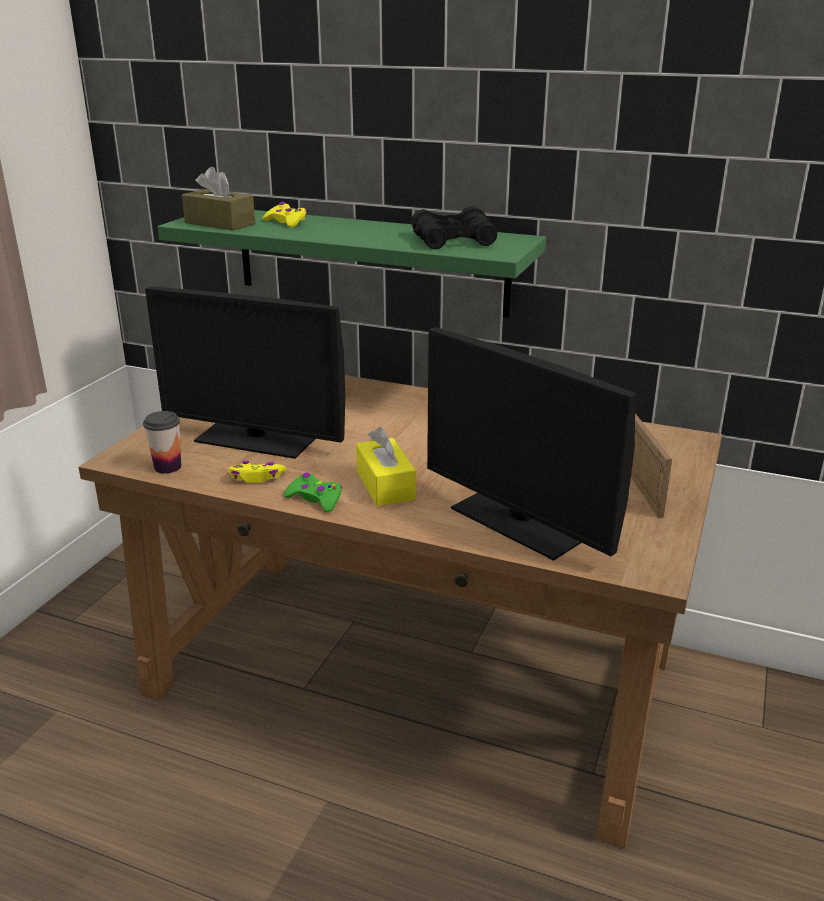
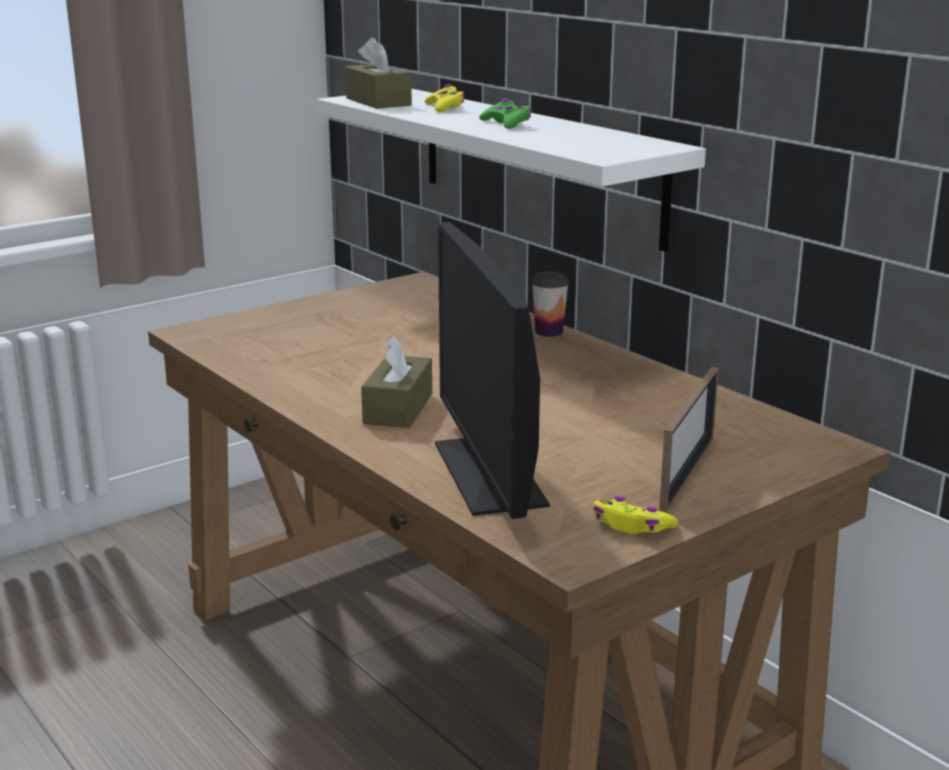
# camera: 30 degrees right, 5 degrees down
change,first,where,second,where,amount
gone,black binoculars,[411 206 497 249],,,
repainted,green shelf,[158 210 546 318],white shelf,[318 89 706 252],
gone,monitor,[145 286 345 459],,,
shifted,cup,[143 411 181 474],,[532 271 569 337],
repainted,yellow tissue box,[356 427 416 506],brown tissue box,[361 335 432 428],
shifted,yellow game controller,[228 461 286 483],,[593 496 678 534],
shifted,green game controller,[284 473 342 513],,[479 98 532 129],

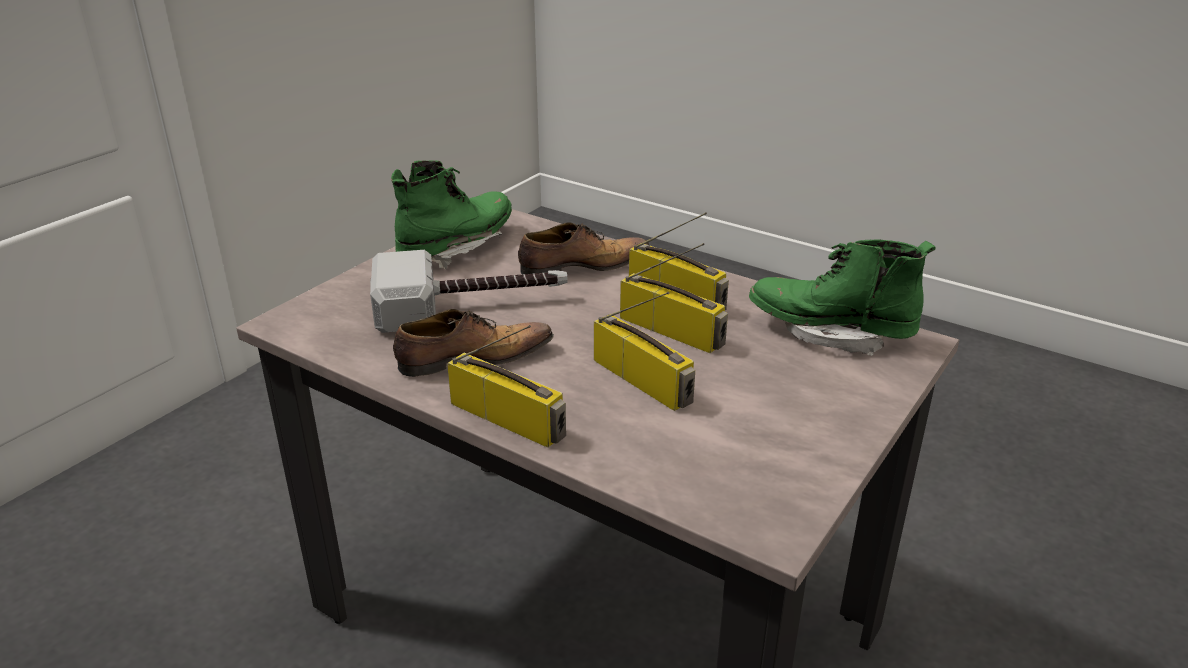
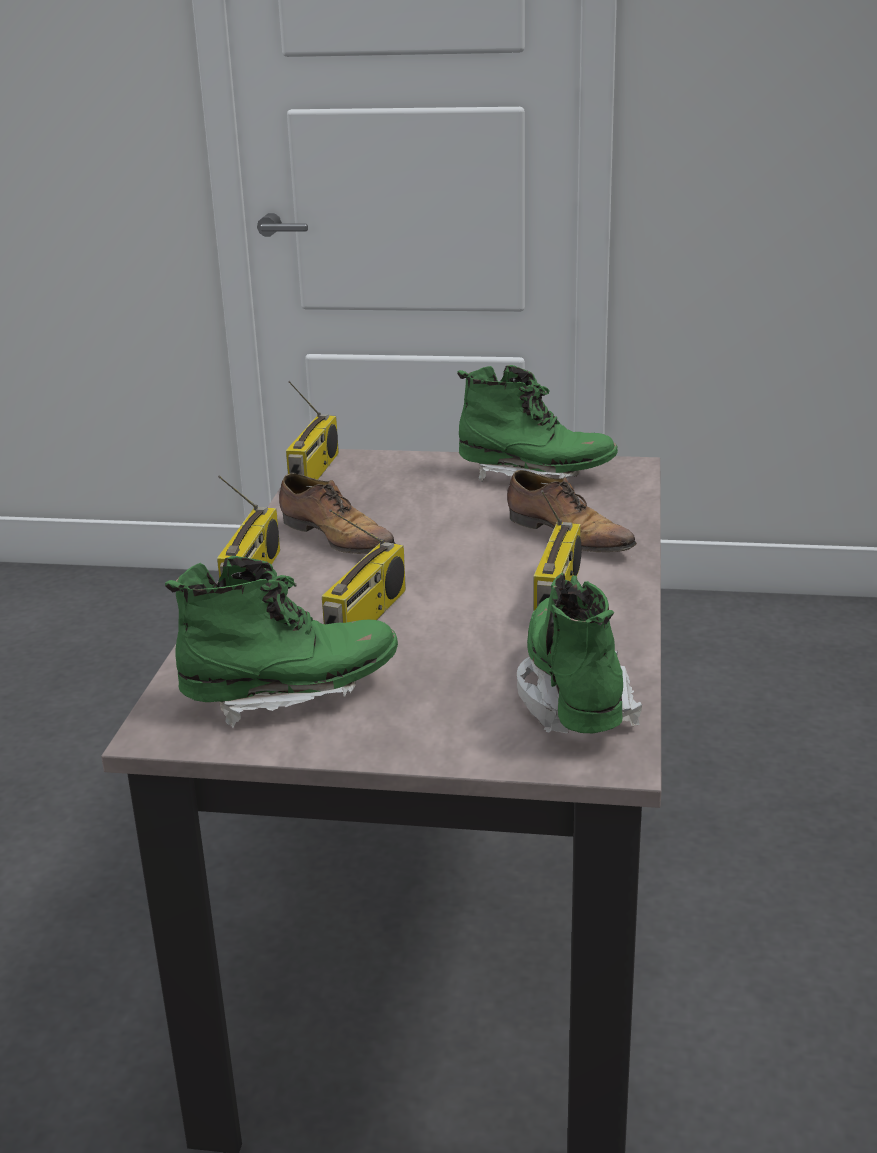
# camera: 65 degrees right, 5 degrees down
change,first,where,second,where,amount
shifted,radio,[620 243 728 353],,[286 381 339 480],
gone,hammer,[370 250 568 333],,,
new,,,green boot,[165 556 398 728],

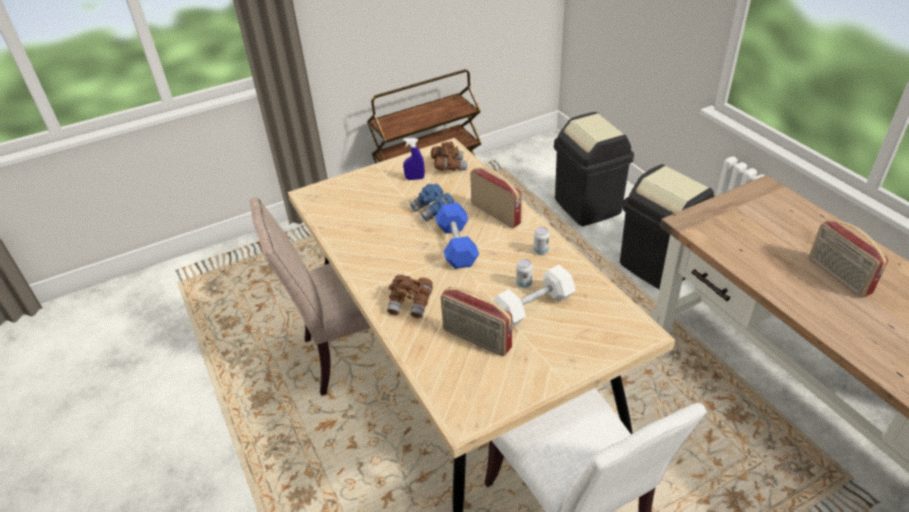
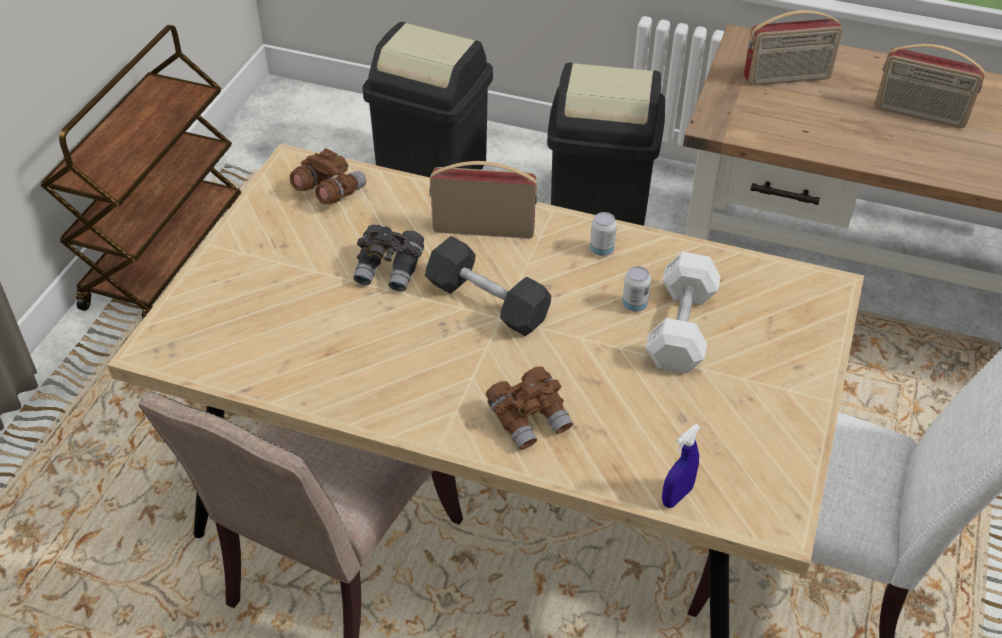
# camera: 45 degrees left, 5 degrees up
change,first,where,second,where,amount
shifted,blue spray bottle,[403 138 425 180],,[662 424 700 508],
repainted,blue binoculars,[410 184 454 222],grey binoculars,[353 225 424 291],
repainted,blue dumbbell,[435 202 479 269],grey dumbbell,[425 236 551 336],
shifted,radio,[441 287 512 356],,[744 10 843 86],

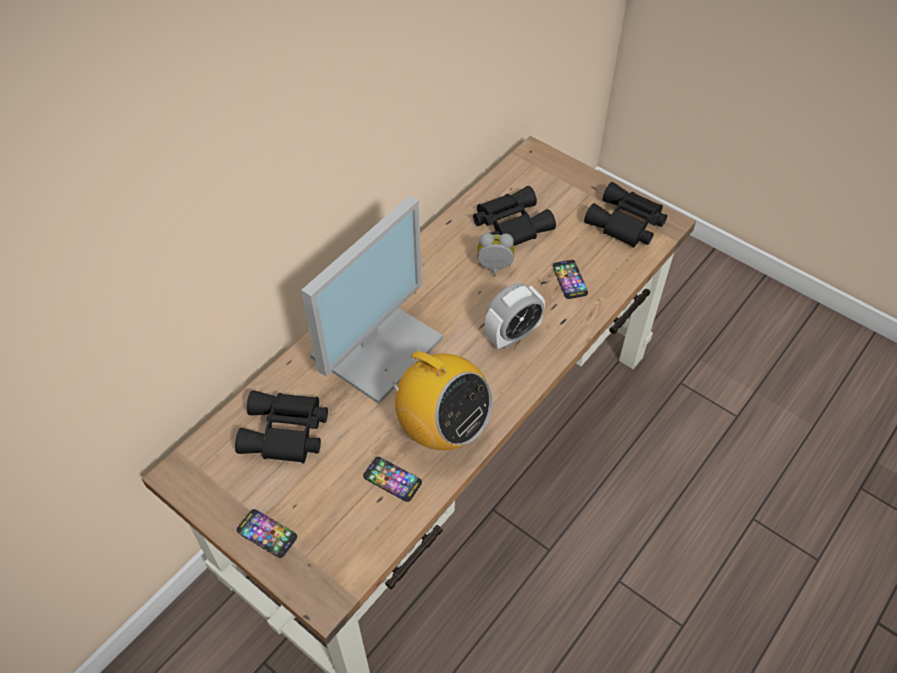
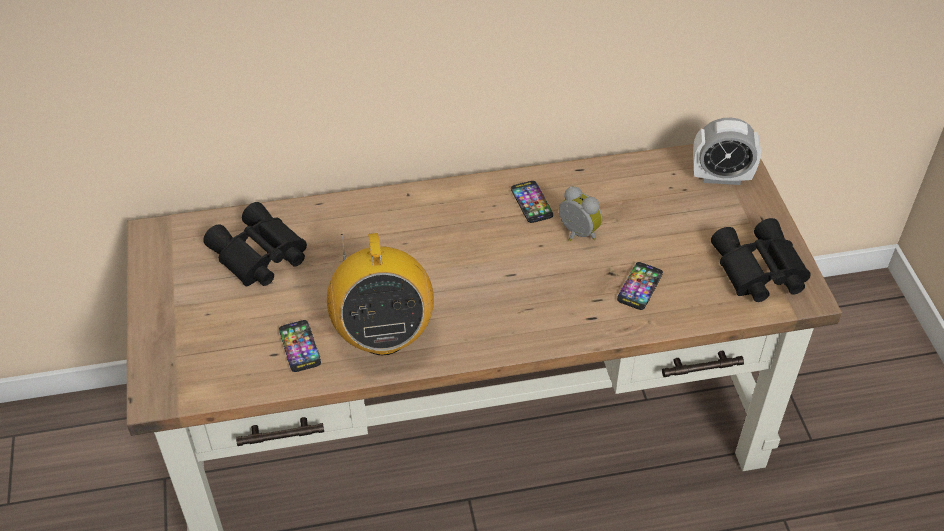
# camera: 40 degrees right, 5 degrees down
change,first,where,second,where,amount
gone,black binoculars,[473 186 556 246],,,
gone,monitor,[301 195 443 404],,,
shifted,alarm clock,[485 283 545 349],,[693 118 761 185],
shifted,phone,[237 509 297 558],,[511 181 553 223],

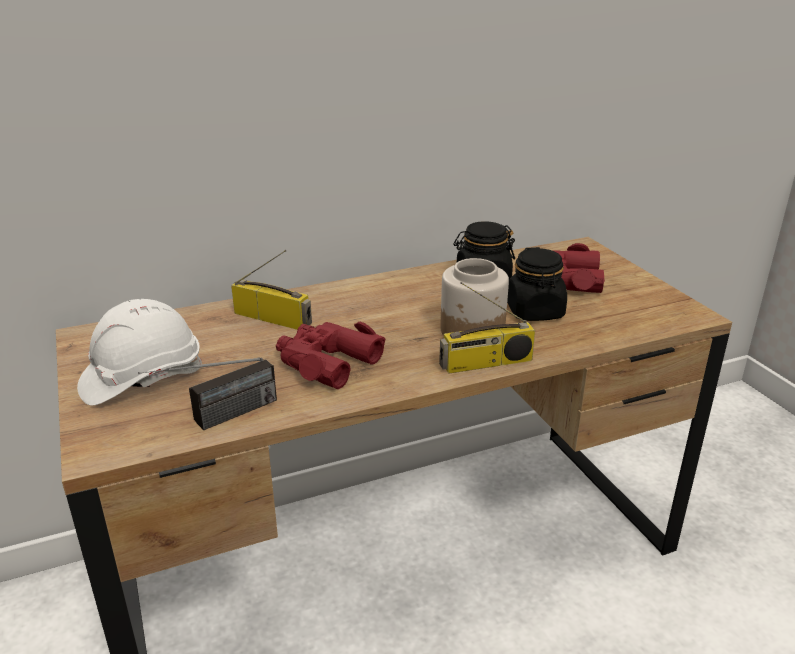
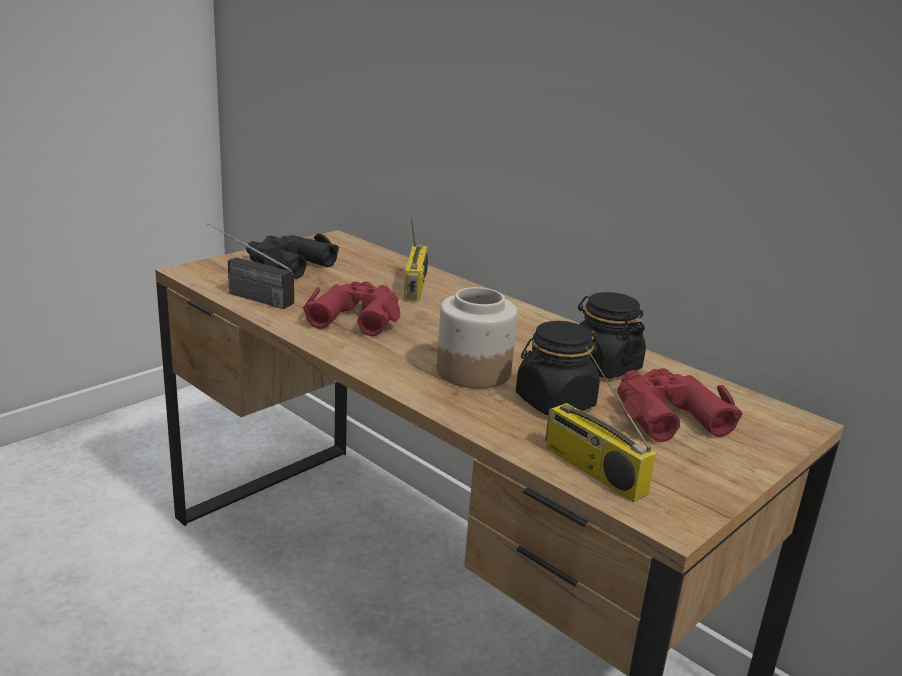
# camera: 65 degrees right, 5 degrees down
change,first,where,second,where,amount
shifted,radio,[439 282 535 374],,[545 347 656 502],
swapped,white hard hat,[77 299 202 406],black binoculars,[246 233 339 279],

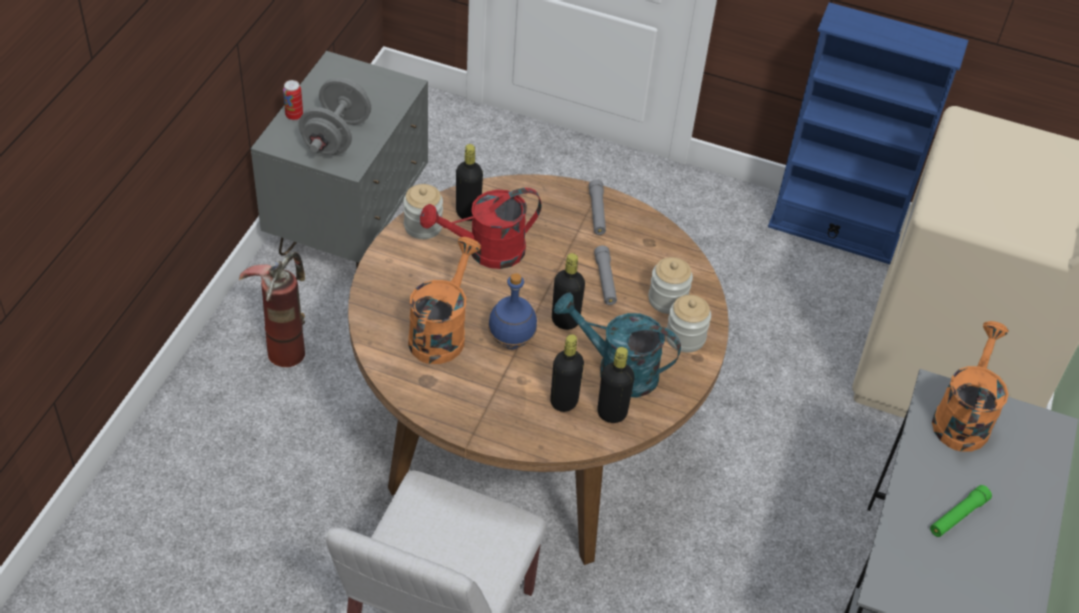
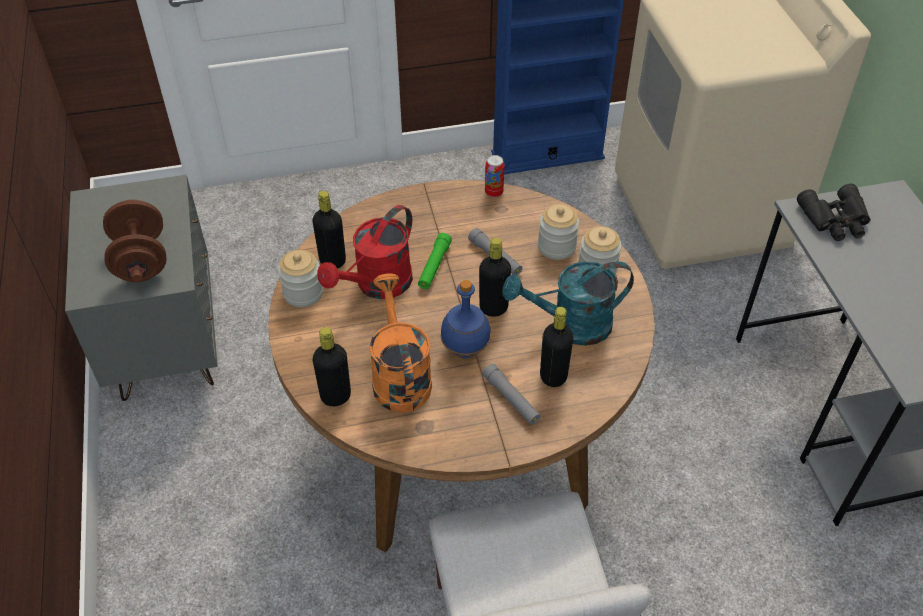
# camera: 30 degrees left, 0 degrees up
change,first,where,second,where,amount
repainted,grey dumbbell,[298 78 371 155],brown dumbbell,[103 200 167 282],
shifted,can,[283 80 303 121],,[485 155 505 198],
shifted,grey flashlight,[589 179 606 235],,[482 364 541 425],
gone,fire extinguisher,[239 252 305 367],,,
swapped,orange watering can,[932 321 1009 452],black binoculars,[797 184 871 241],
shifted,black bottle,[597 347 635 423],,[313 327 351 406],
shifted,green flashlight,[930 485 992 537],,[418 233 452 289],

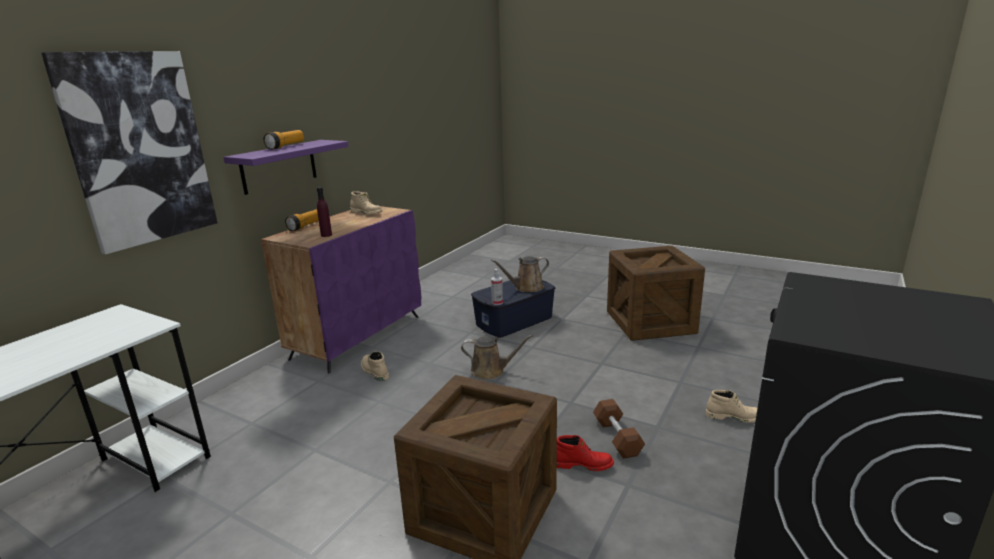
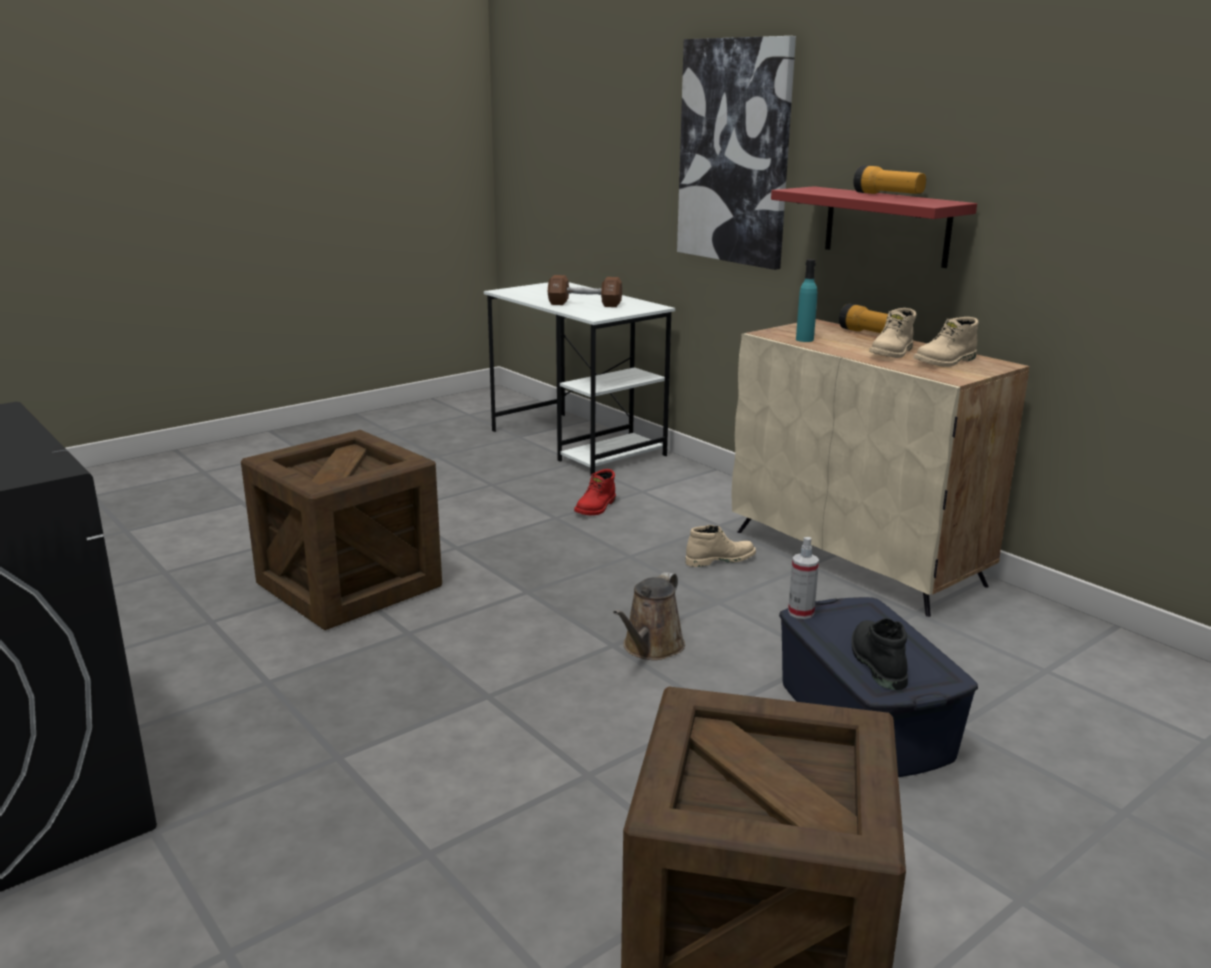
# camera: 110 degrees right, 0 degrees up
change,first,where,second,where,amount
repainted,purple shelf,[223 140 349 195],red shelf,[771 186 977 268],
repainted,purple bottle,[317 187 332 237],turquoise bottle,[796 259 817 342],
repainted,purple cabinet,[261 206 421 373],beige cabinet,[731 319 1030 617],
swapped,brown watering can,[491 256 549 292],black boot,[851 618 908 690],
shifted,beige boot,[706 390 757 423],,[869 308 917 358],
shifted,brown dumbbell,[593 399 645 459],,[547 275 622 307],
shifted,red boot,[557 435 614 471],,[574 469 616 515],

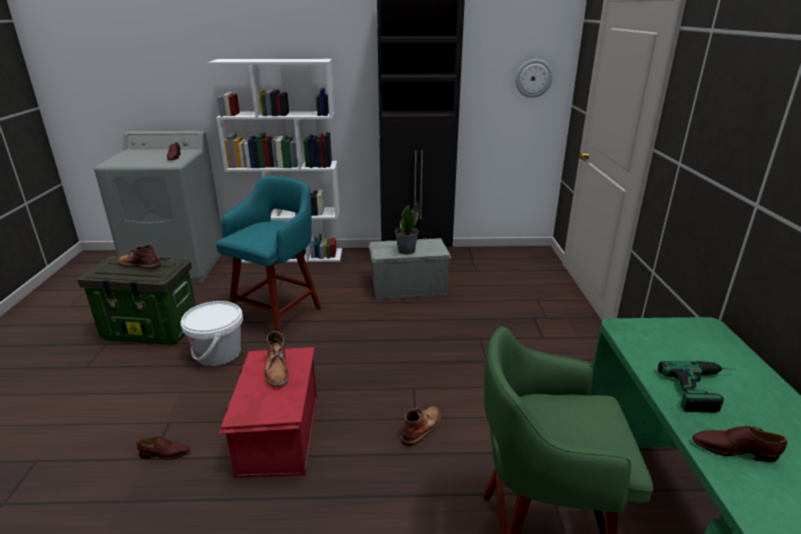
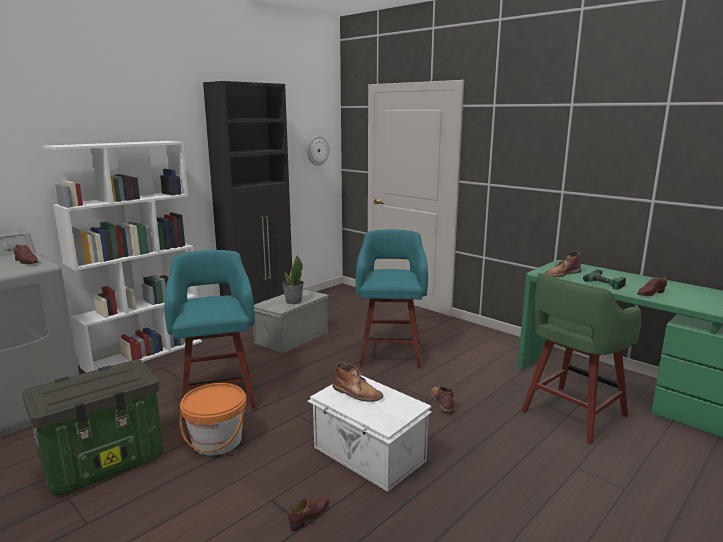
# camera: 45 degrees left, 10 degrees down
change,first,where,second,where,amount
shifted,brown boot,[118 245 161 270],,[545 251 581 277],
repainted,white bucket,[181 301 243 366],orange bucket,[179 383 247 456],
repainted,red storage box,[219 347 317 478],white storage box,[307 375 432 492],
new,,,turquoise stool,[356 229 428 369],

